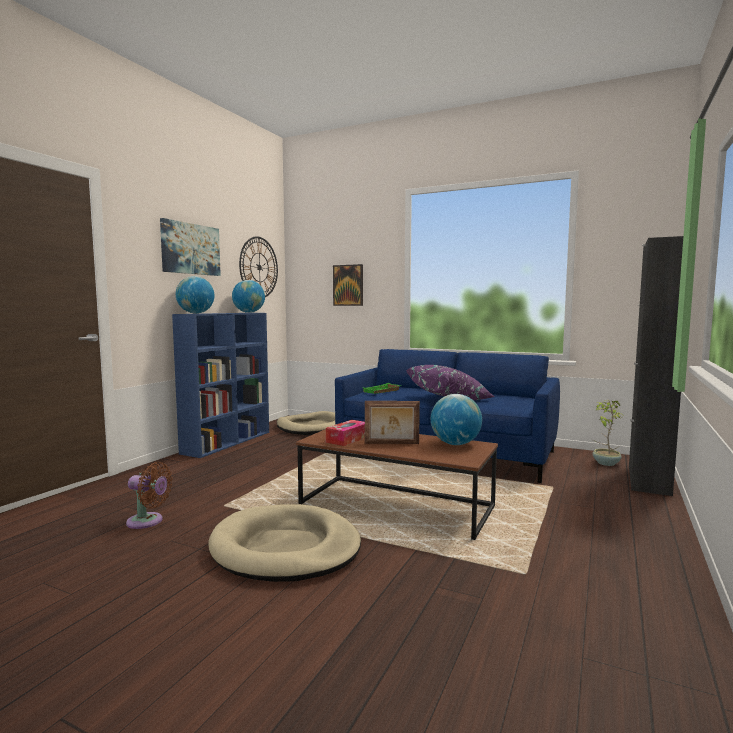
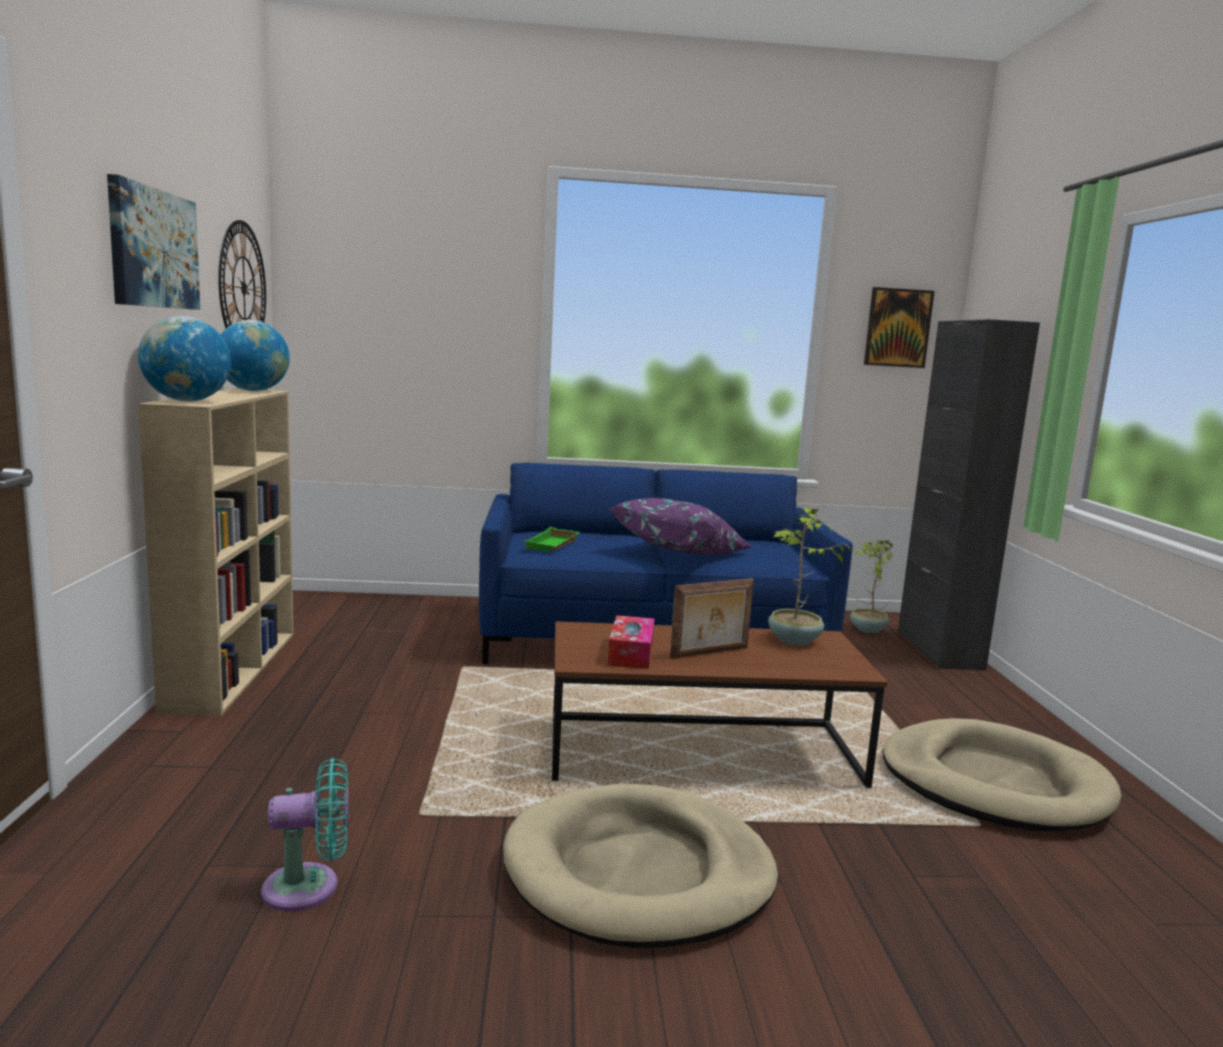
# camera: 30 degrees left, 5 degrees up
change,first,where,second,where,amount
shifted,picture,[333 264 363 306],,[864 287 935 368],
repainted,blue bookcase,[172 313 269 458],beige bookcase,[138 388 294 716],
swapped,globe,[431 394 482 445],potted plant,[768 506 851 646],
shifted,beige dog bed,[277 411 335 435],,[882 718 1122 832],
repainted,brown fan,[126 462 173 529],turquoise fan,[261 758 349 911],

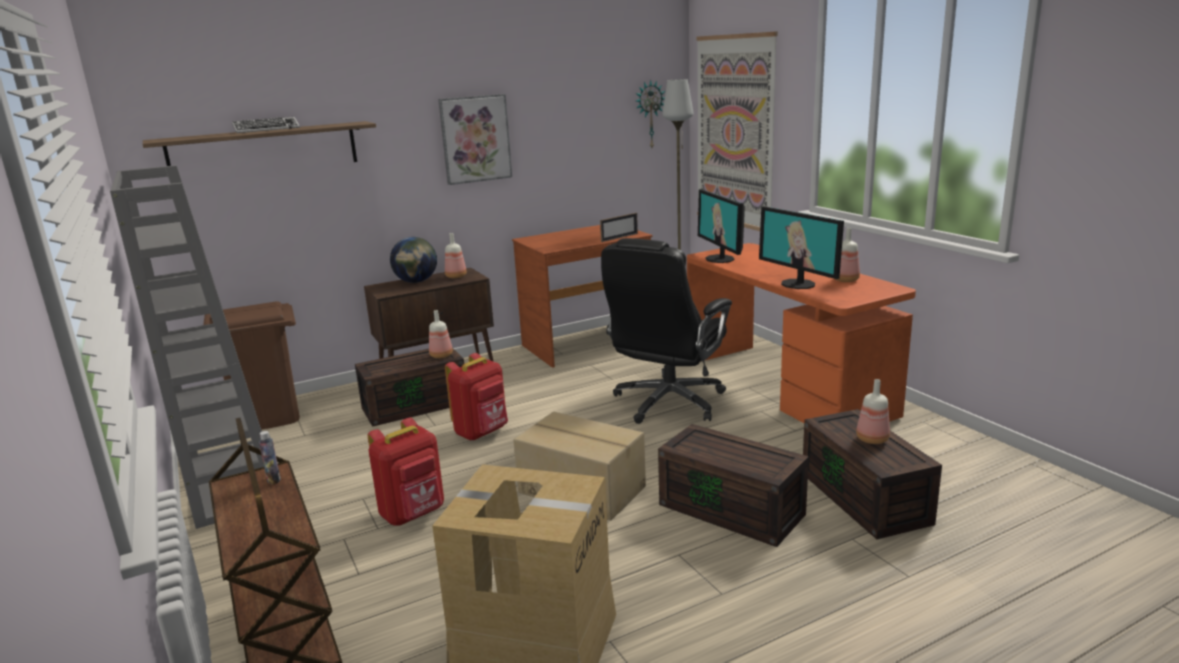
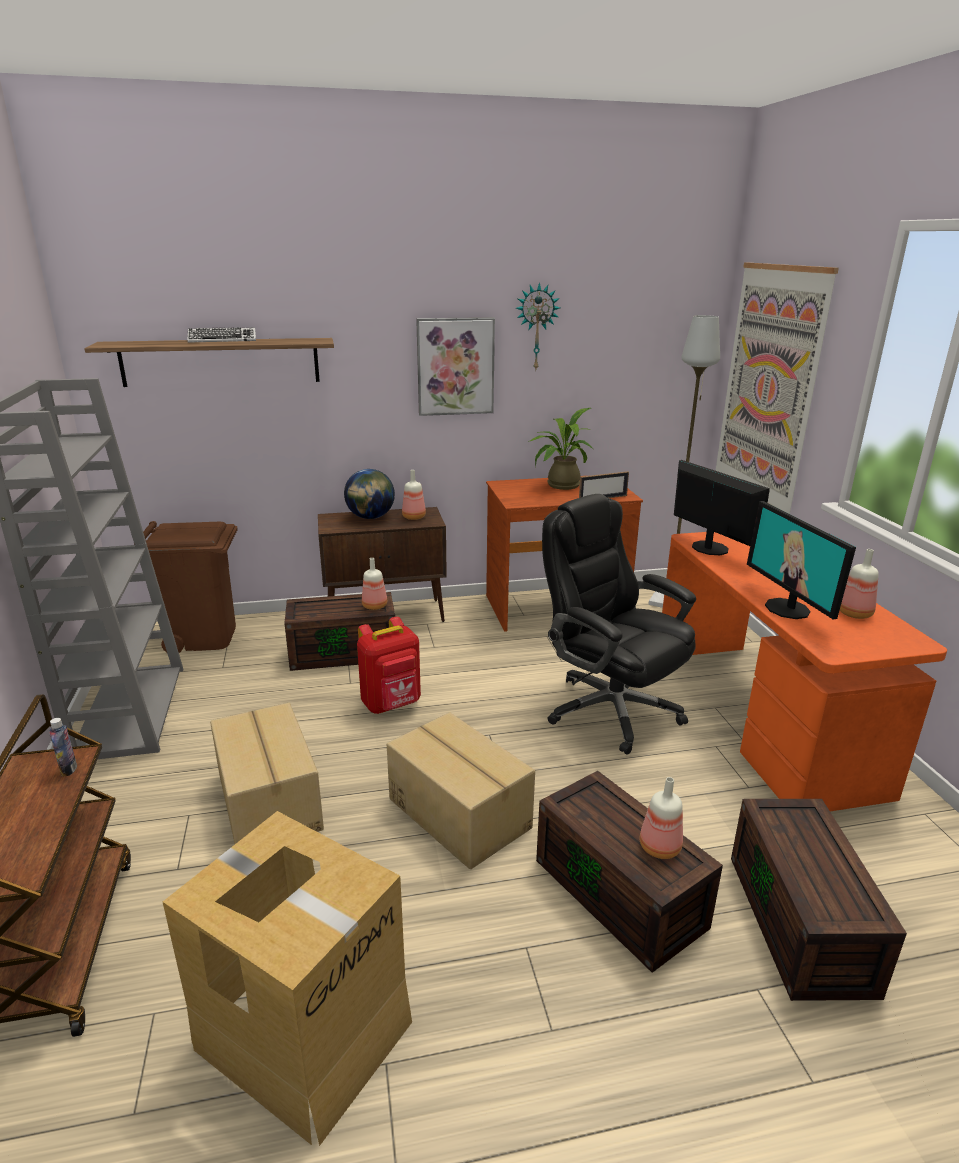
# camera: 15 degrees right, 5 degrees up
change,first,where,second,where,amount
shifted,wall clock,[636 80 665 148],,[516 282 560 369],
rotated,monitor,[698 189 745 263],,[674 460 770 555],150 degrees clockwise
rotated,black office chair,[601 238 732 424],,[542 494 696 755],90 degrees clockwise
shifted,bottle,[856 379 890 444],,[640 777 683 859],
swapped,red backpack,[368 418 444 526],cardboard box,[210 703 324 844],
new,,,potted plant,[528 408 593 490],

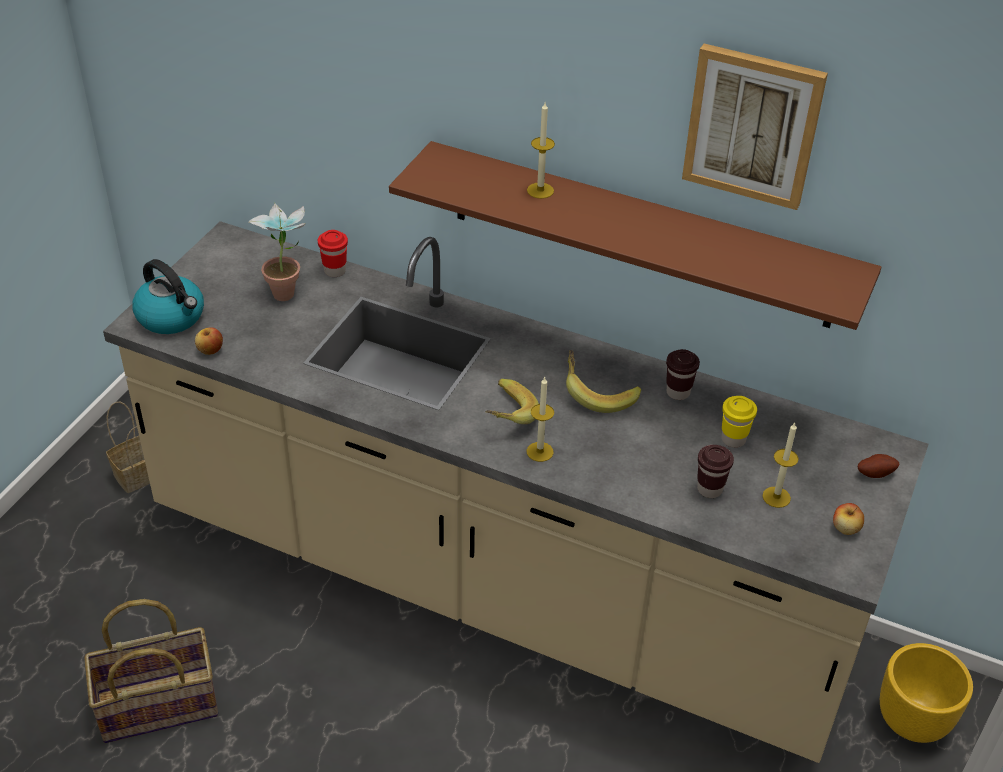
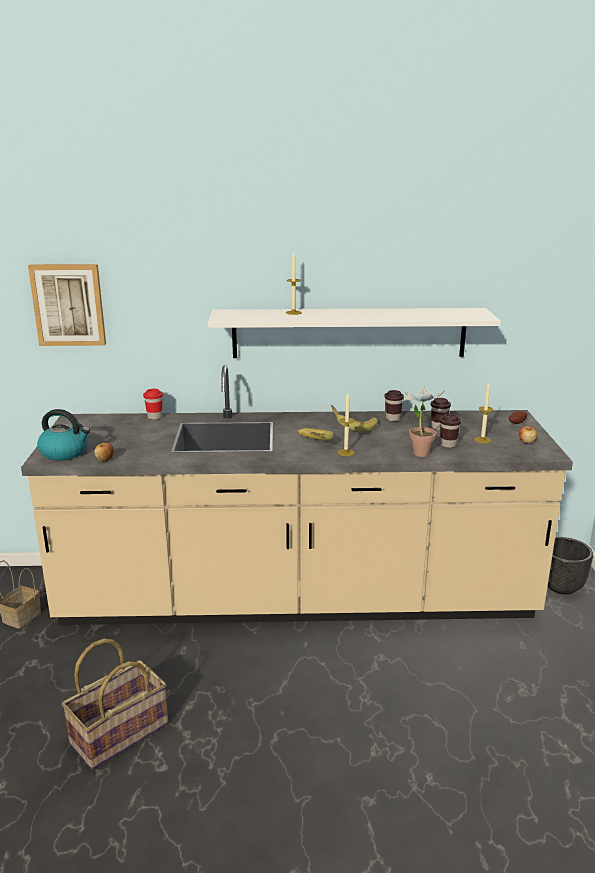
# camera: 25 degrees left, 20 degrees down
change,first,where,second,where,amount
shifted,picture,[682 44 828 210],,[28 264 106 346],
repainted,brown shelf,[389 141 882 330],white shelf,[208 308 501 358],
shifted,potted plant,[248 203 306 301],,[404 386 444 457],
repainted,yellow cup,[722 396 757 448],brown cup,[431 398 451 430],
repainted,yellow planter,[880 643 973 743],black planter,[548 537 593 595],

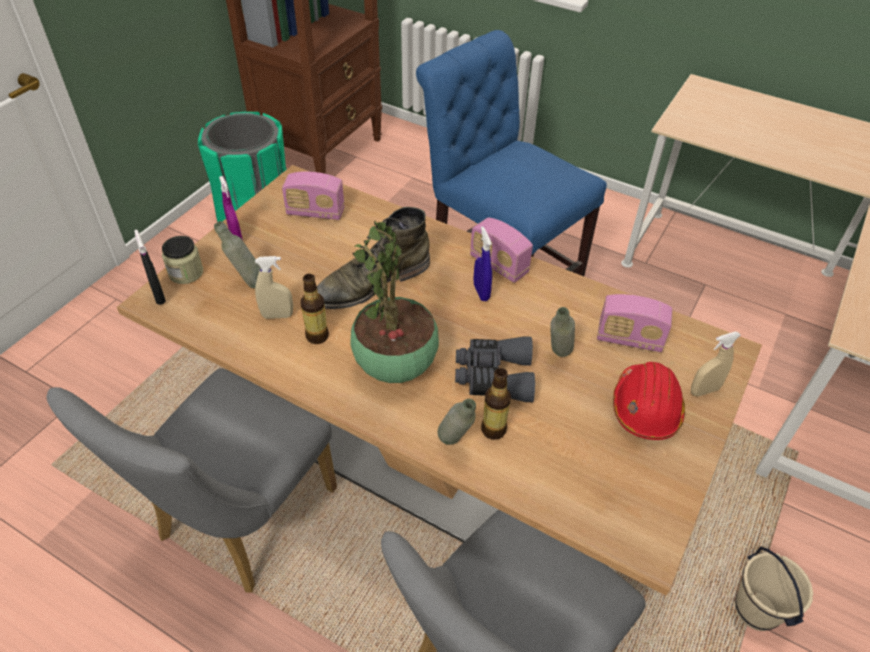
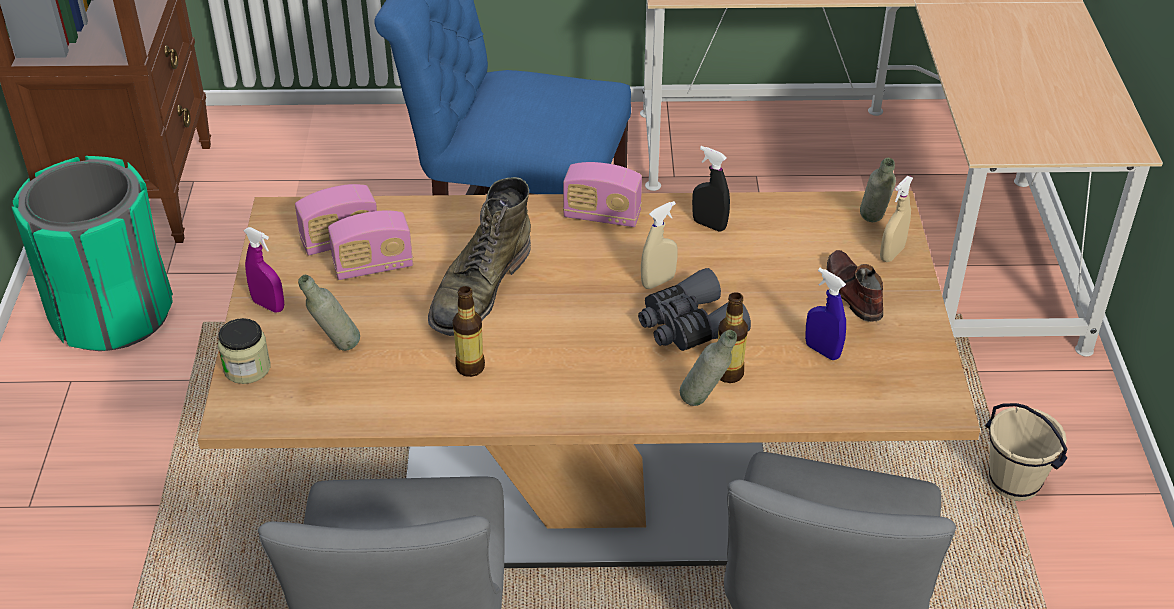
# camera: 30 degrees left, 5 degrees down
change,first,where,second,where,amount
gone,potted plant,[351 221 439 383],,,
shifted,blue spray bottle,[474 226 492 301],,[805 268 846 360],
shifted,black spray bottle,[134 230 166 305],,[692 146 730 232],
shifted,beige spray bottle,[255 256 293 319],,[641 201 678 289],
shifted,radio,[597 294 673 352],,[328 210 413 280],
shifted,grey bottle,[550 307 575 357],,[860 158 896 222],
swapped,red hard hat,[613 362 685 440],brown shoe,[827 250 883 322],

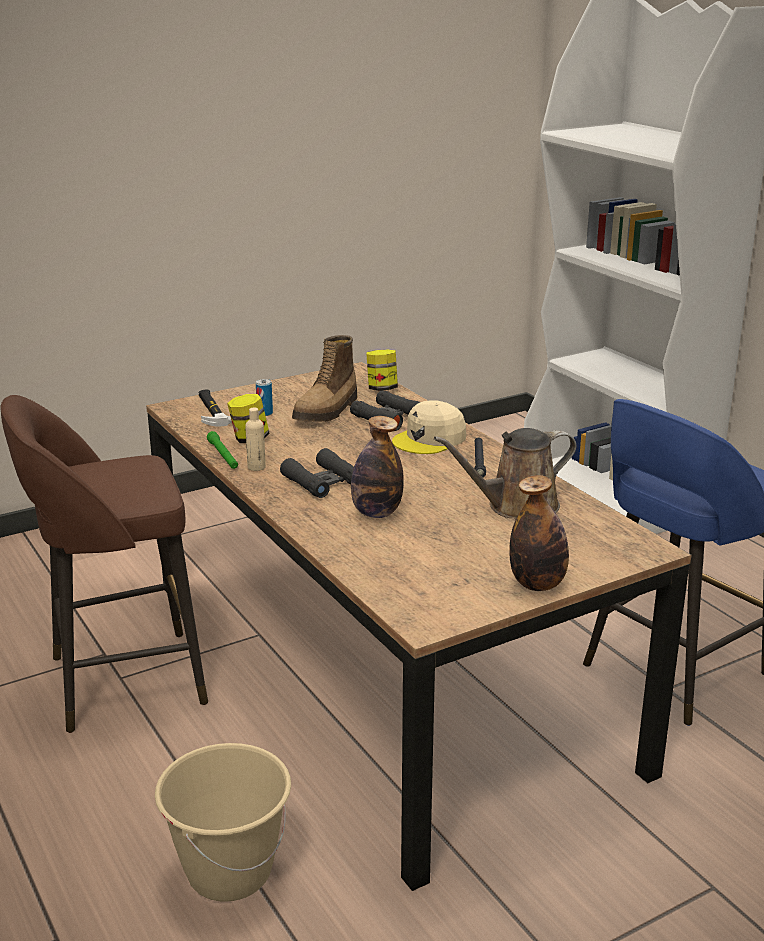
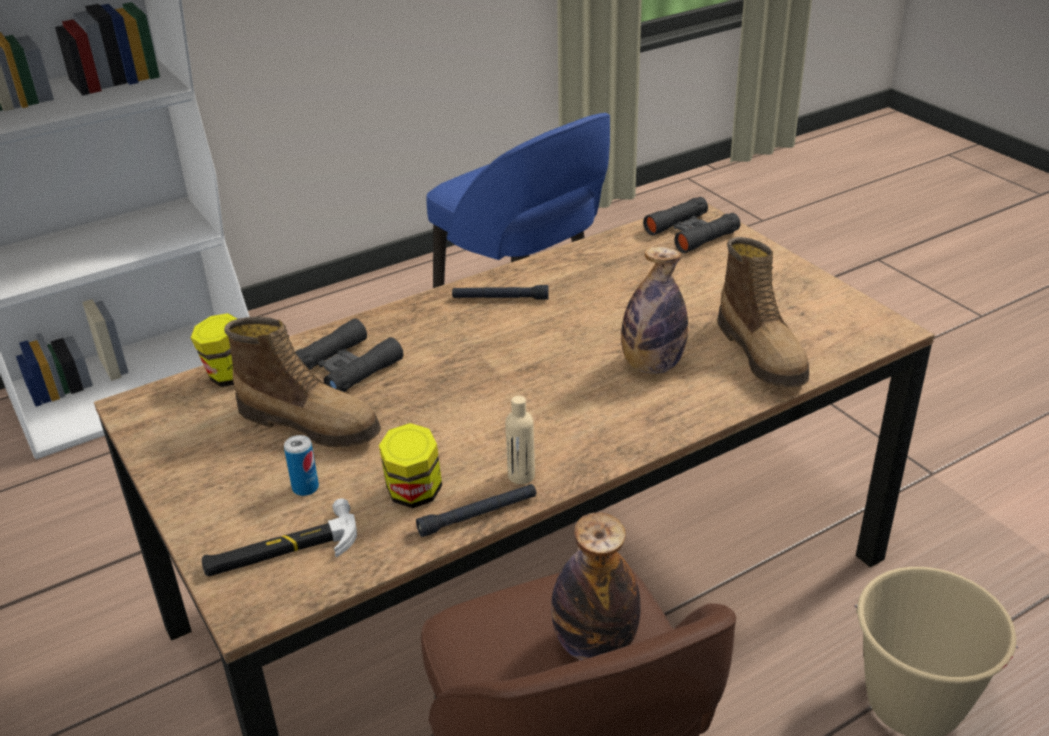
# camera: 90 degrees left, 10 degrees up
change,first,where,second,where,amount
gone,beige cap,[392 400 466 454],,,
gone,brown watering can,[434 428 576 518],,,
repainted,green flashlight,[207 431 238 469],black flashlight,[416 484 536 537],
shifted,black binoculars,[280 448 354 498],,[643 197 740 253],
shifted,bottle,[510 475 569 591],,[551 512 640 660],
new,,,boot,[717 237 809 388],

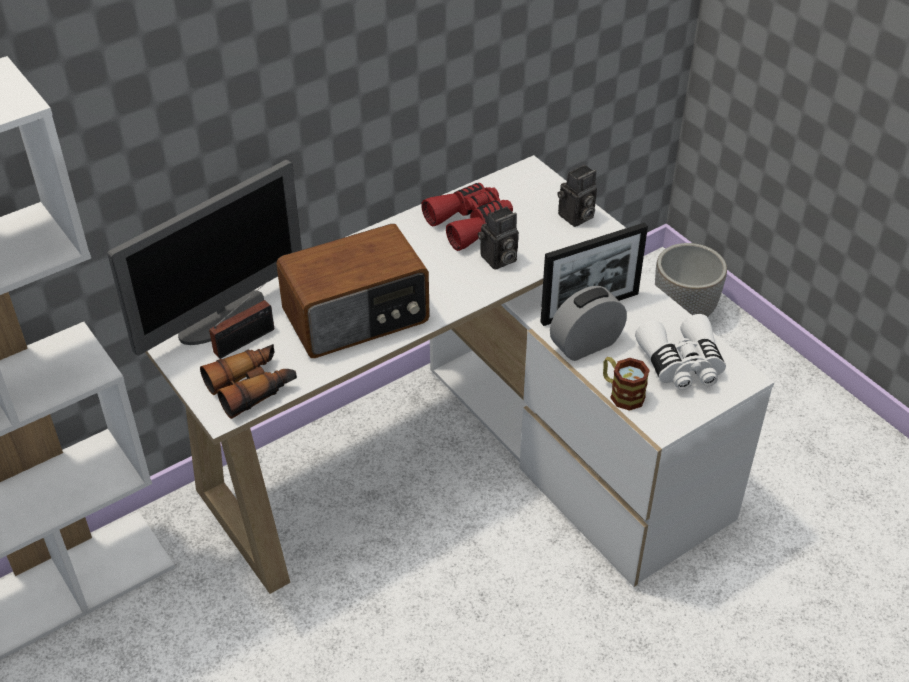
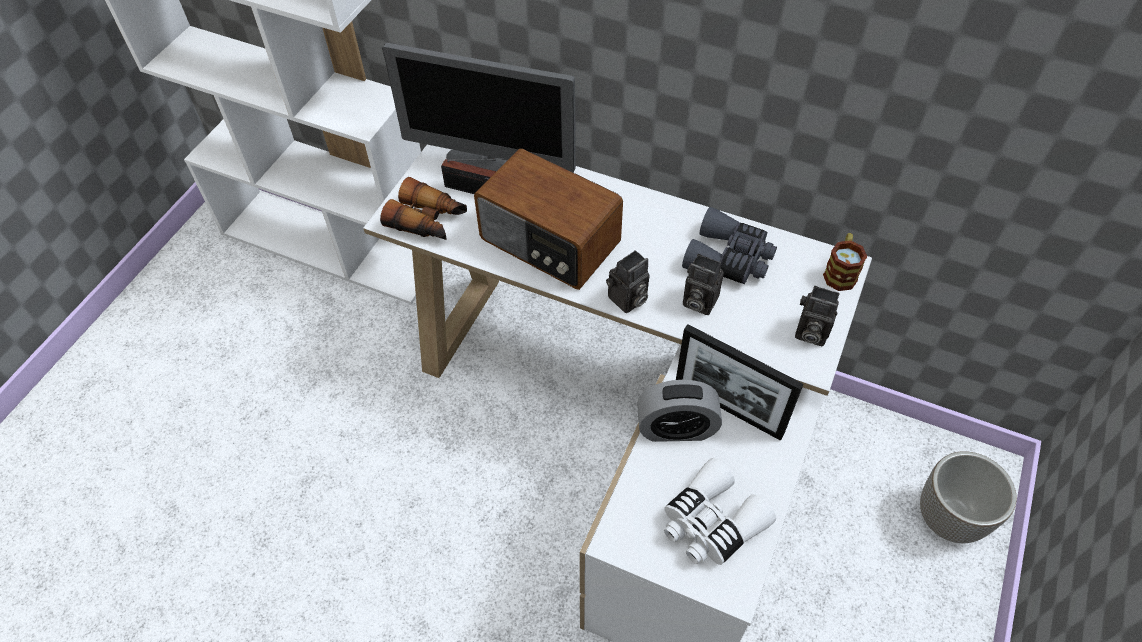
# camera: 60 degrees right, 10 degrees up
change,first,where,second,where,amount
repainted,red binoculars,[421 183 513 251],grey binoculars,[682 207 777 284],
rotated,alarm clock,[550 286 627 361],,[637 380 722 442],150 degrees clockwise
shifted,mug,[603 357 650 411],,[823 233 867 291],
new,,,photo camera,[606 250 650 313],

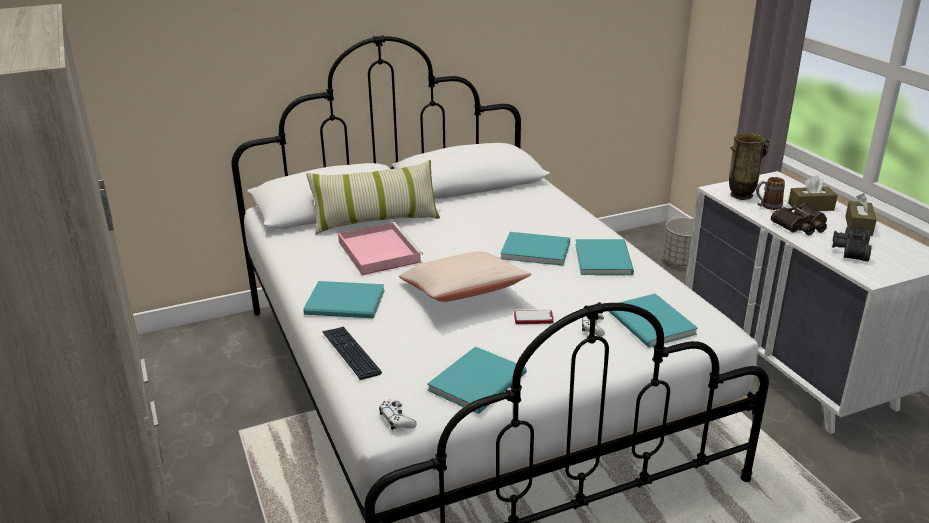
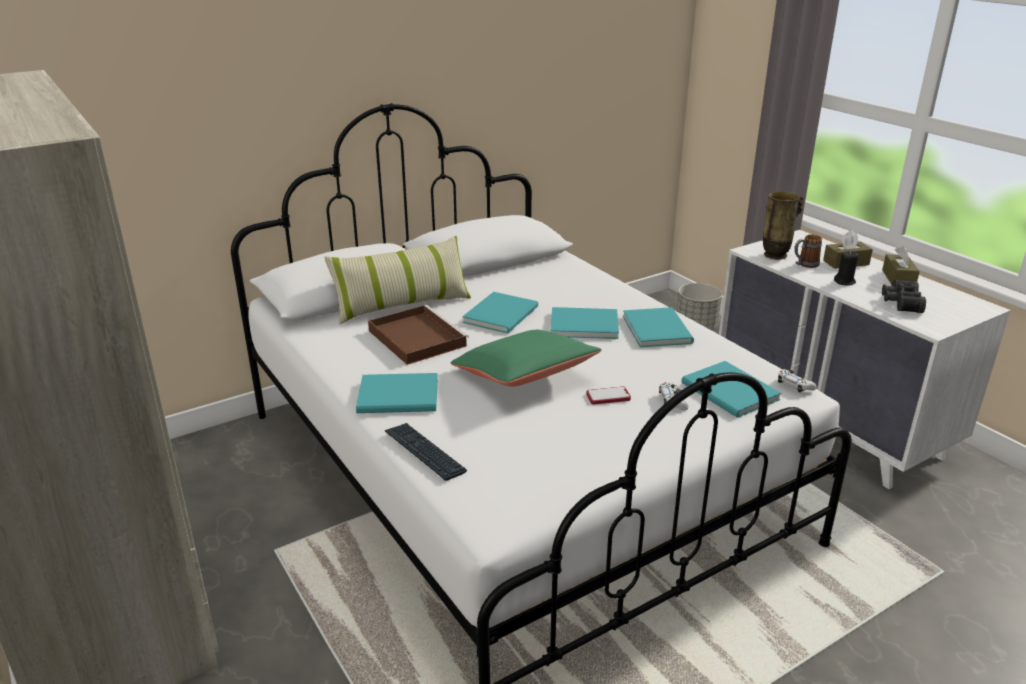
# camera: 10 degrees left, 0 degrees up
change,first,where,second,where,amount
swapped,binoculars,[771 203 827 235],black candle,[834 251 858 286],
repainted,pink tray,[338 222 423 275],brown tray,[368 305 469 365],
repainted,beige pillow,[399 251 531 302],green pillow,[451 330 602 387],
shifted,turquoise book,[427 346 527 414],,[462 292 538 334],
shifted,white game controller,[379 399 417 430],,[778 369 817 393],

